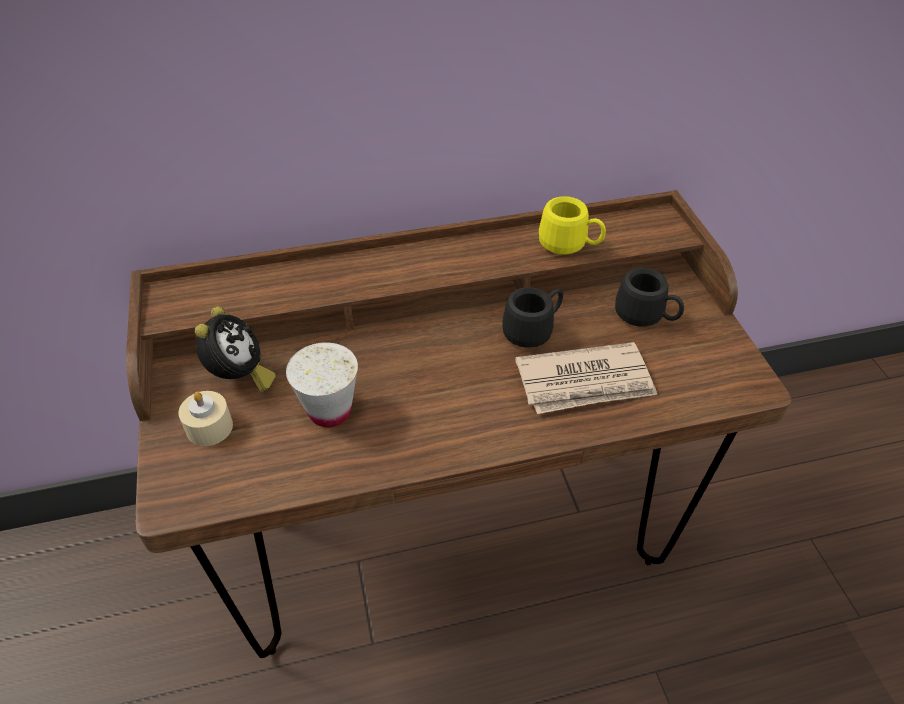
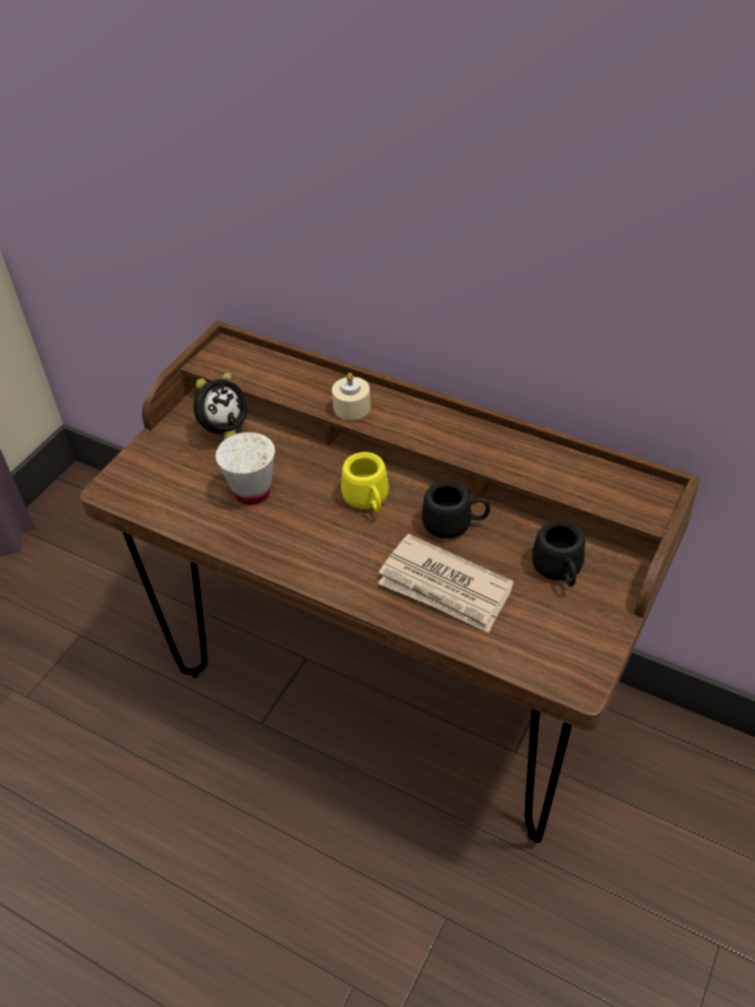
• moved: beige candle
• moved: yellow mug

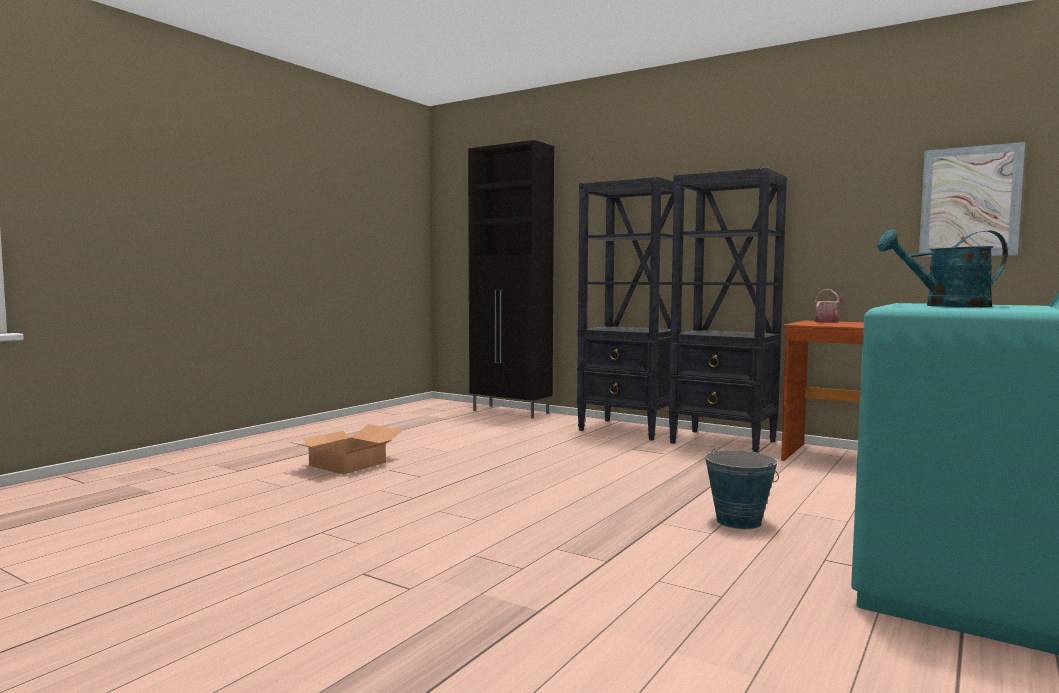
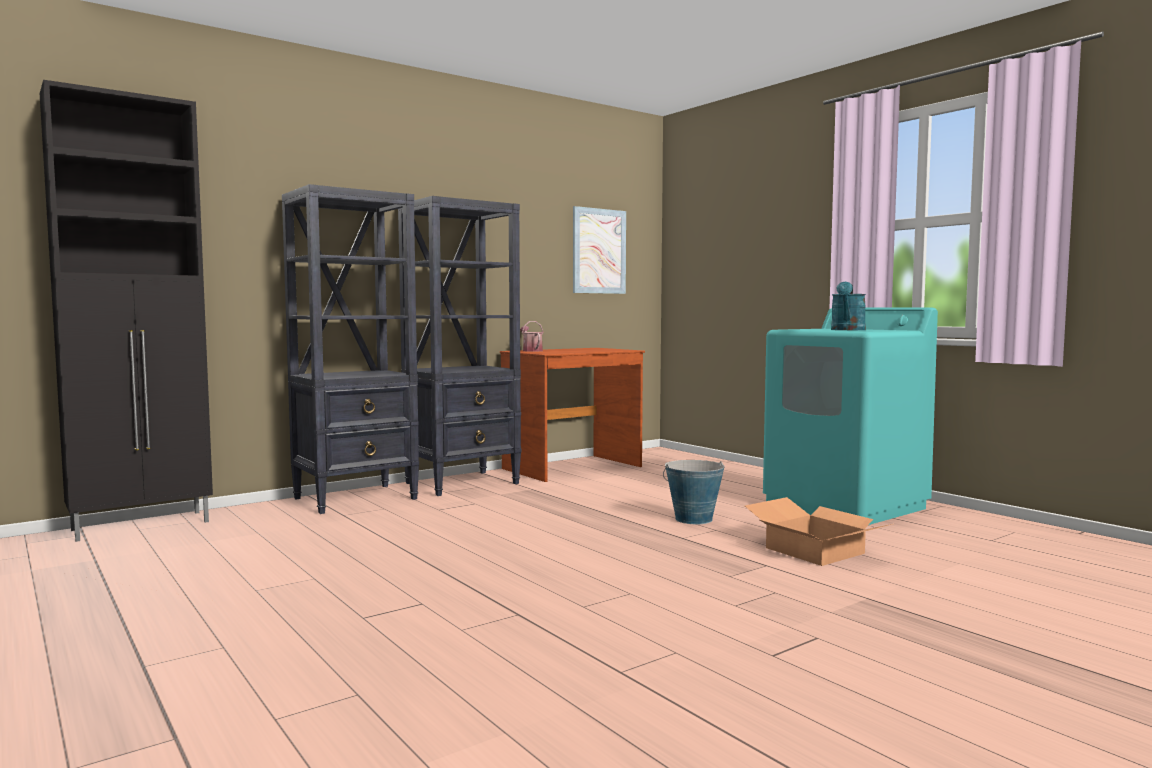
• moved: cardboard box

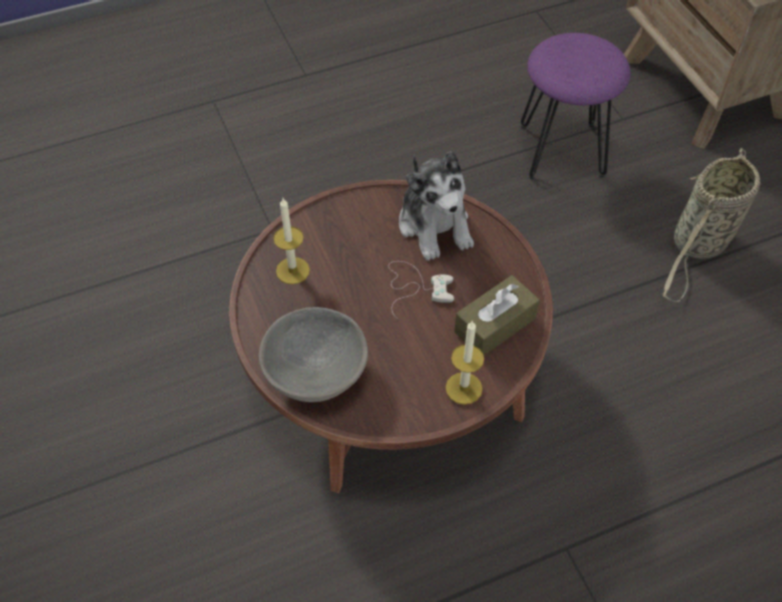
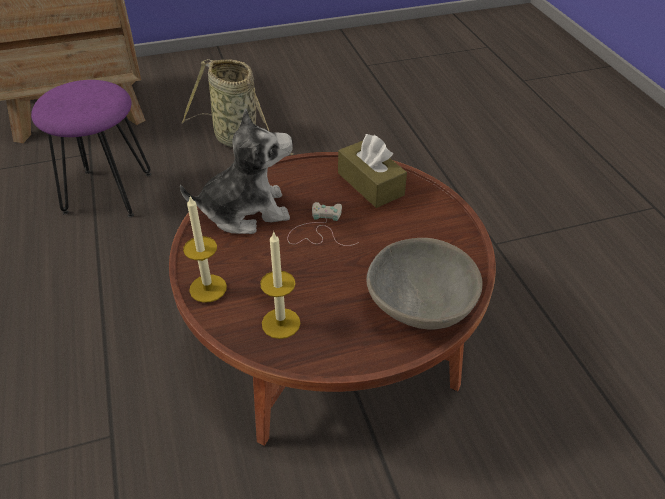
• moved: candle (2nd from left in the first image) to candle (1st from left)

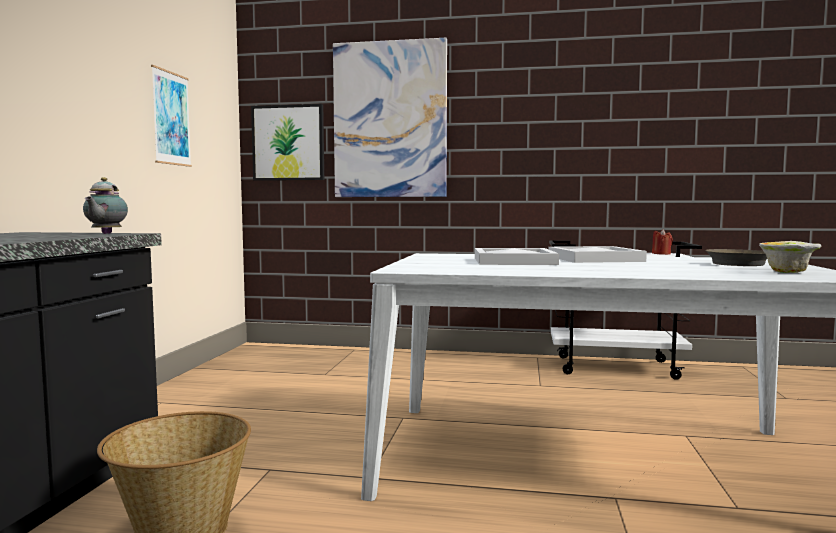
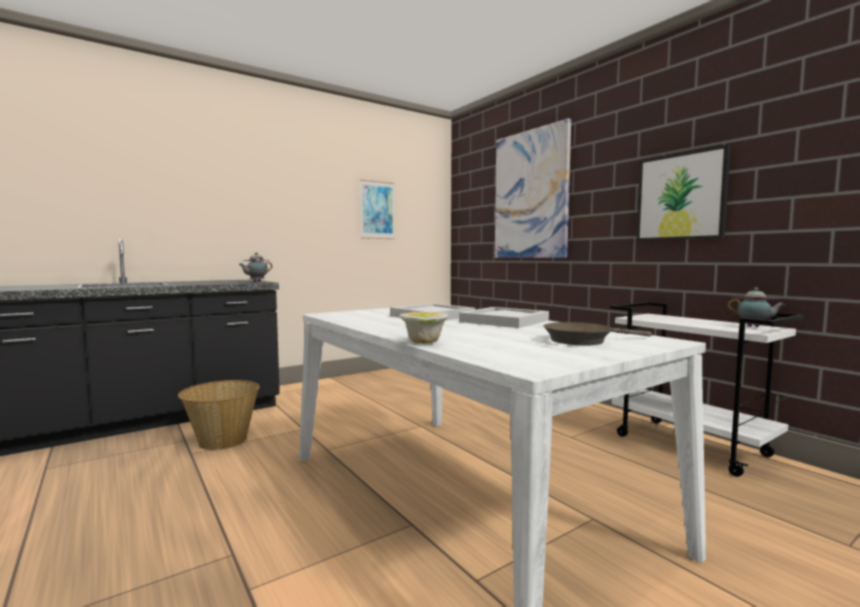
• moved: bowl
• moved: picture (2nd from left in the first image) to picture (3rd from left)
• replaced: red candle to teapot (2nd from left)

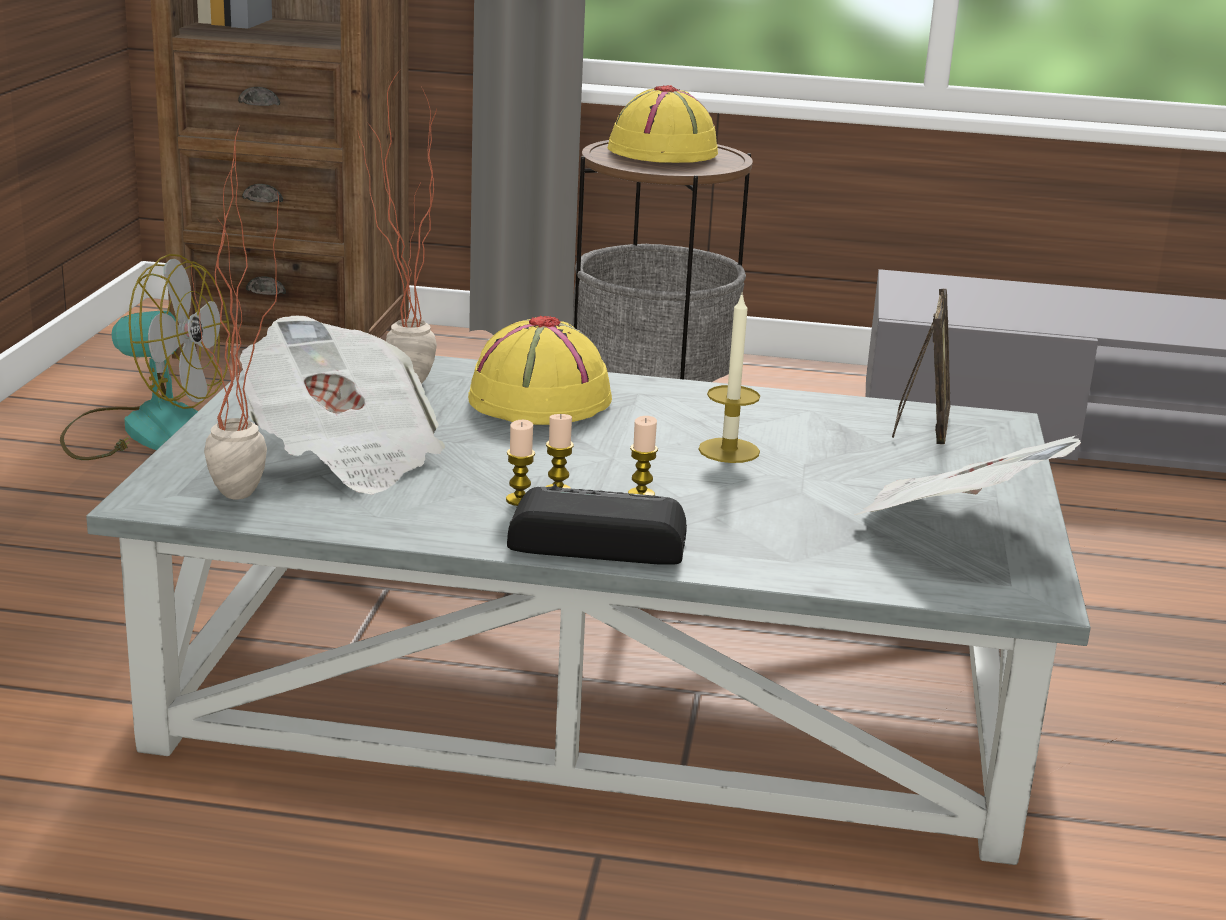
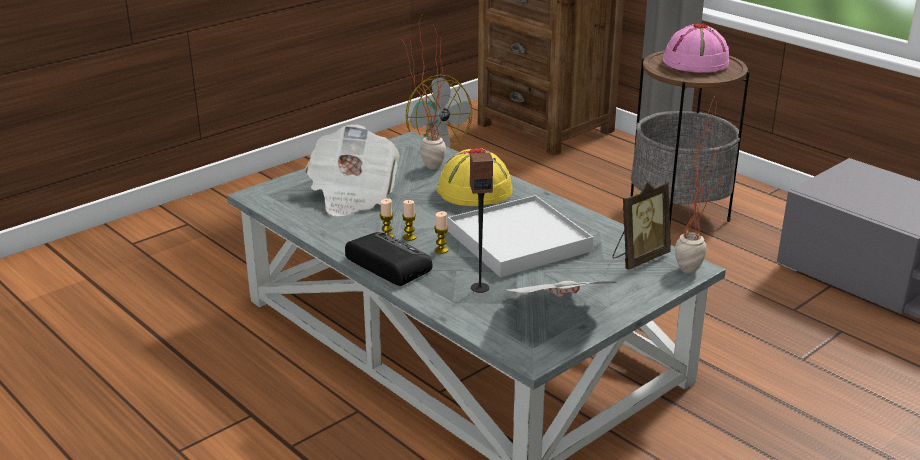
• replaced: candle (4th from left) to white tray
• added: speaker
• recoloured: yellow hat (2nd from left) to pink hat
• moved: potted plant (1st from left in the first image) to potted plant (2nd from left)

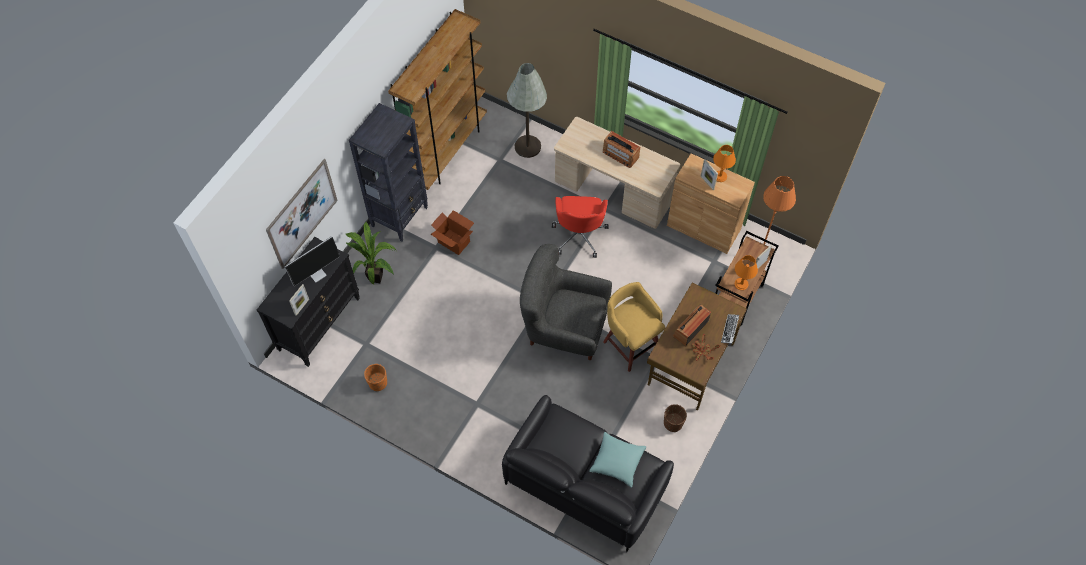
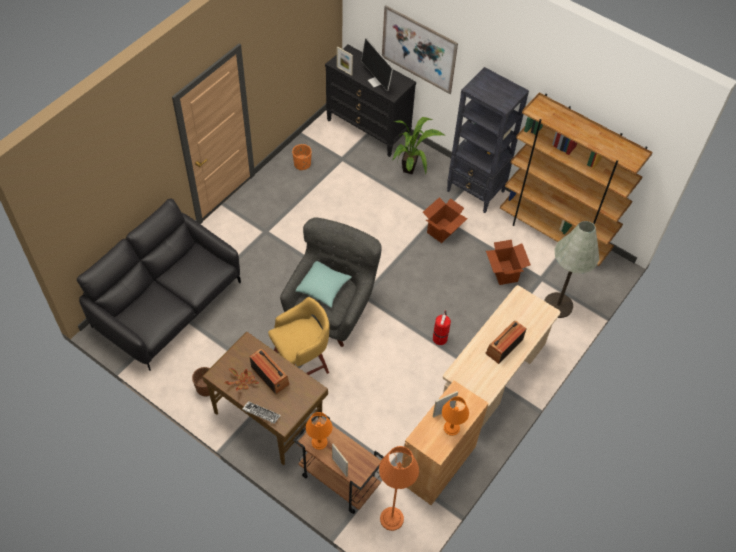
• moved: turquoise pillow
• replaced: red office chair to fire extinguisher
• added: cardboard box (2nd from left)

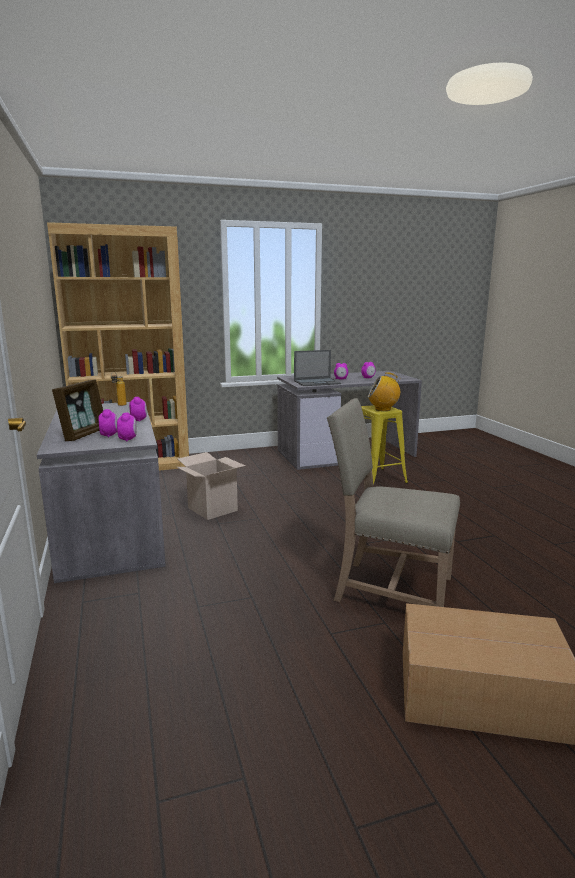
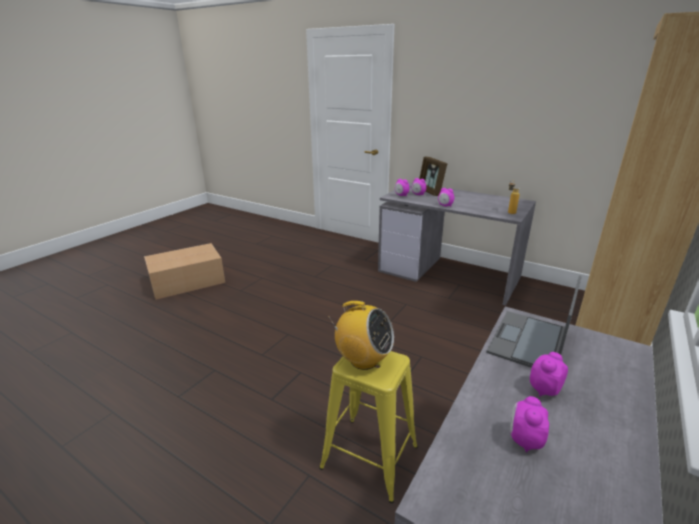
• turned: radio 60 degrees clockwise
• removed: cardboard box (1st from left)
• removed: beige chair

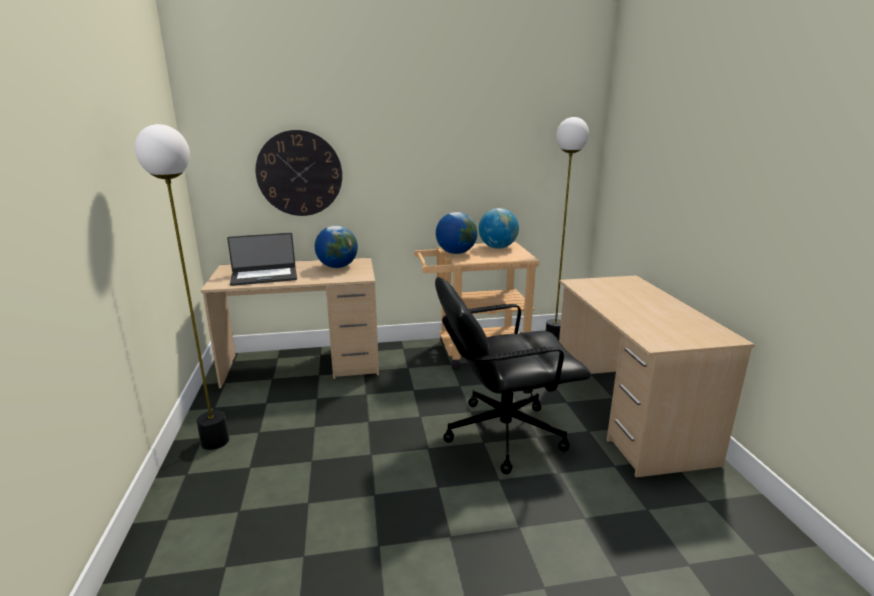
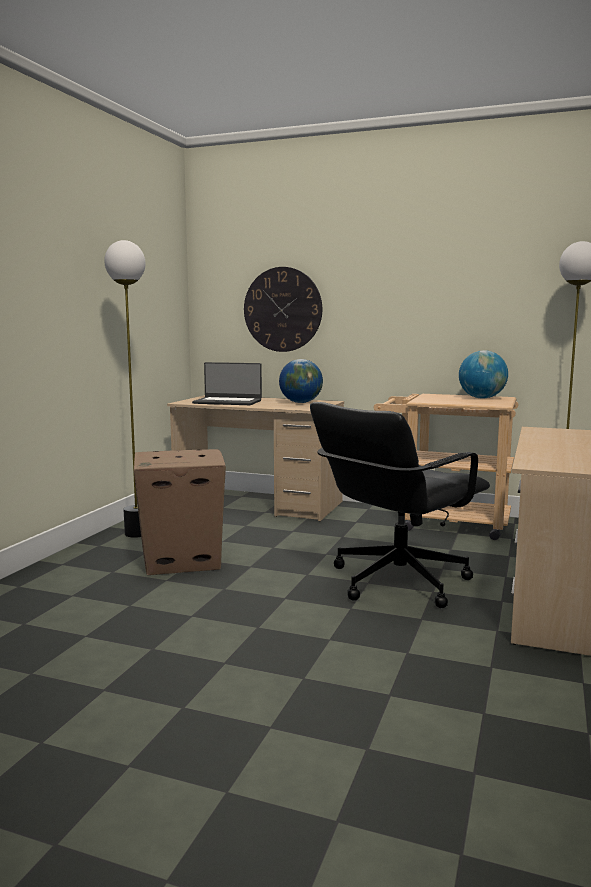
• added: cardboard box
• turned: black office chair 60 degrees counterclockwise
• removed: globe (2nd from left)

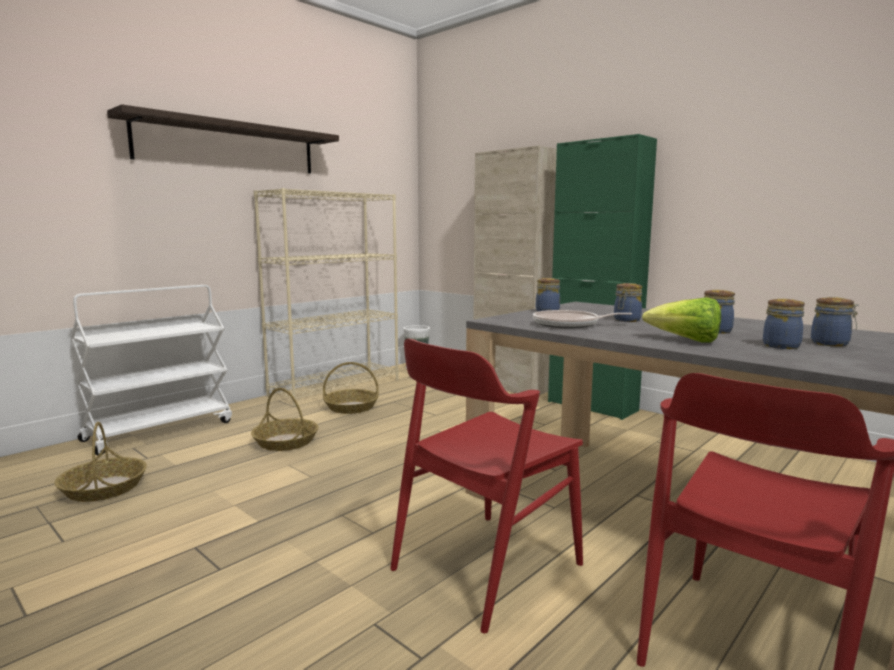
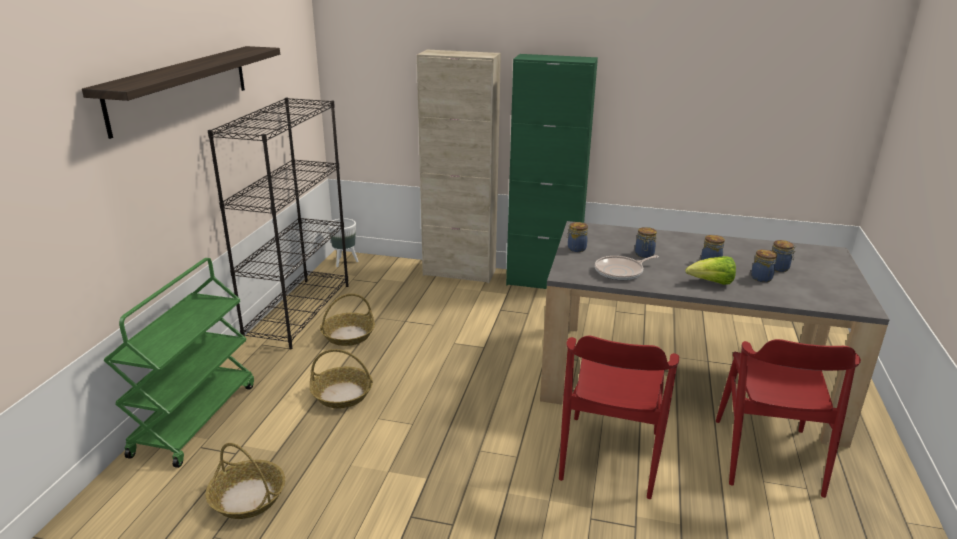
• recoloured: white cart to green cart
• recoloured: beige bookcase to black bookcase

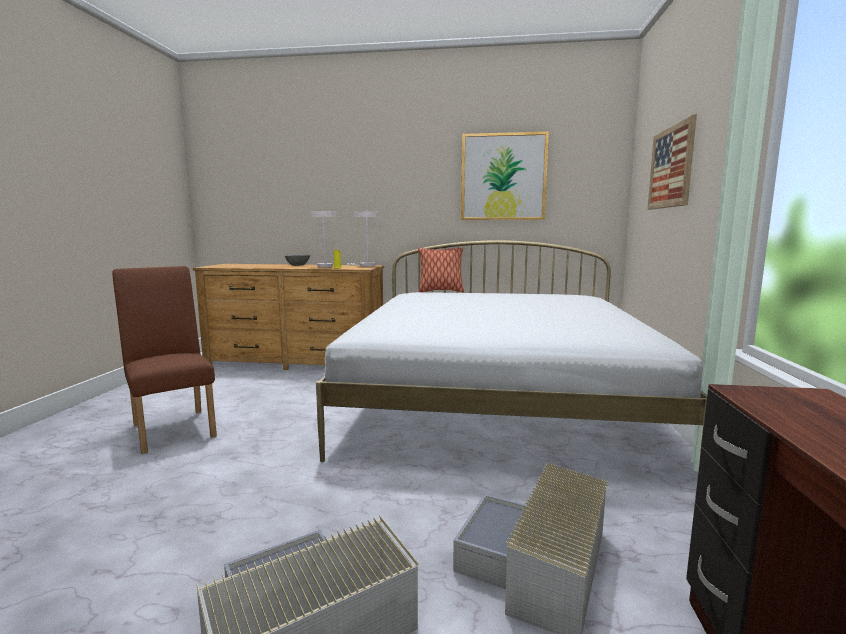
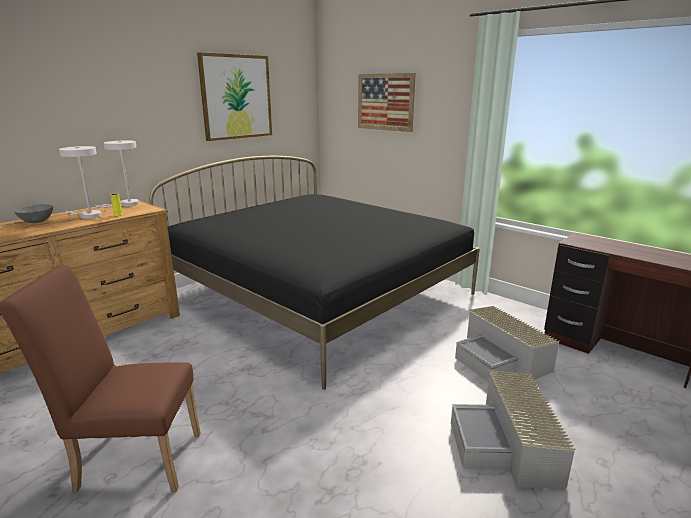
• recoloured: white bed to black bed
• removed: pillow

